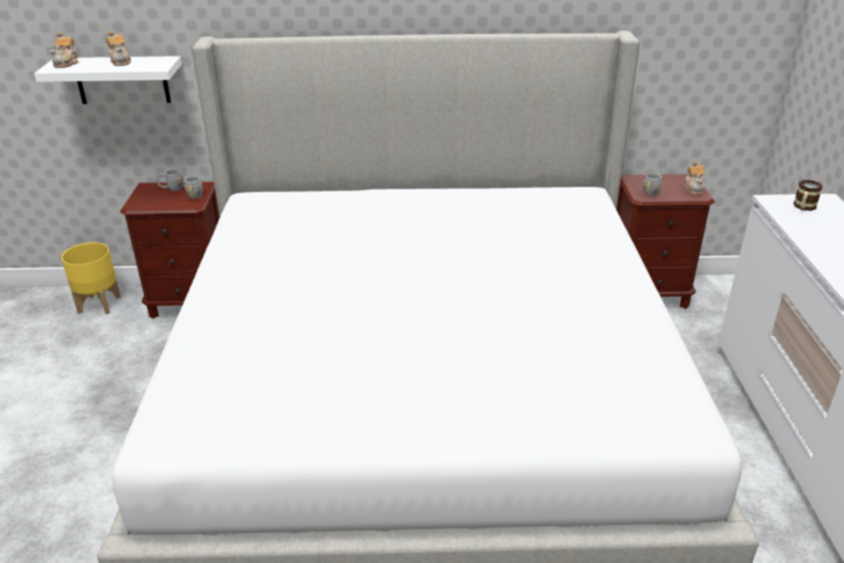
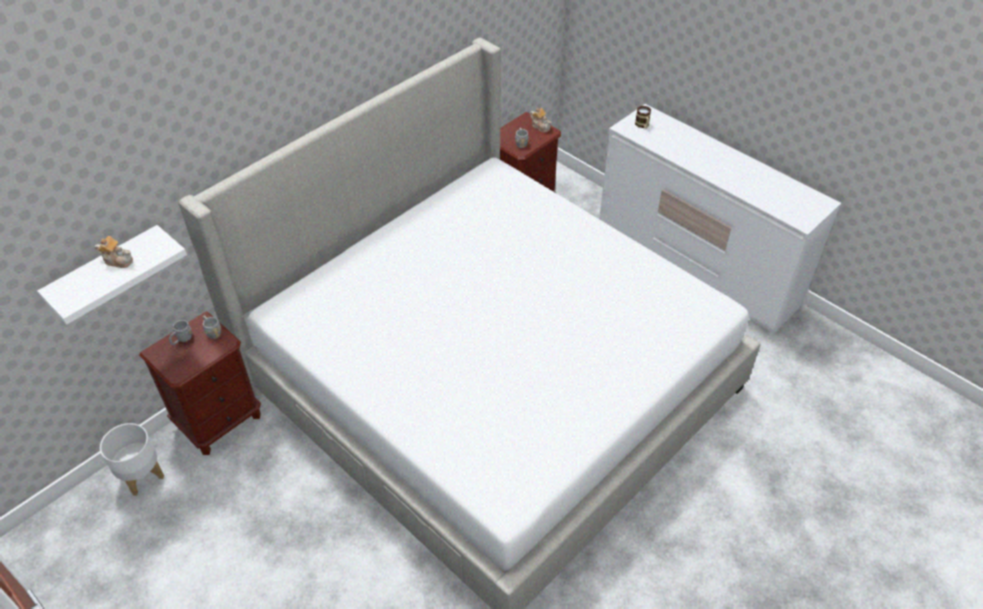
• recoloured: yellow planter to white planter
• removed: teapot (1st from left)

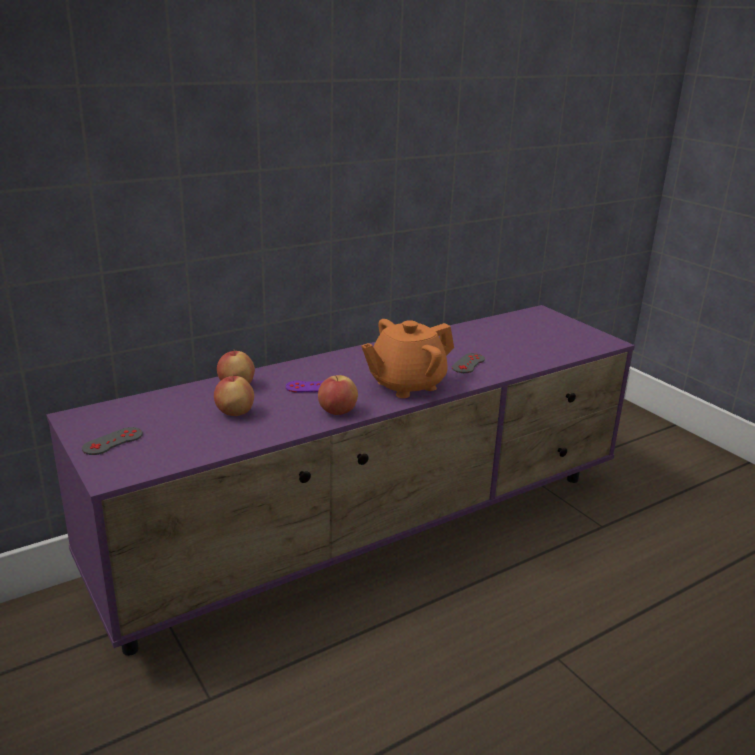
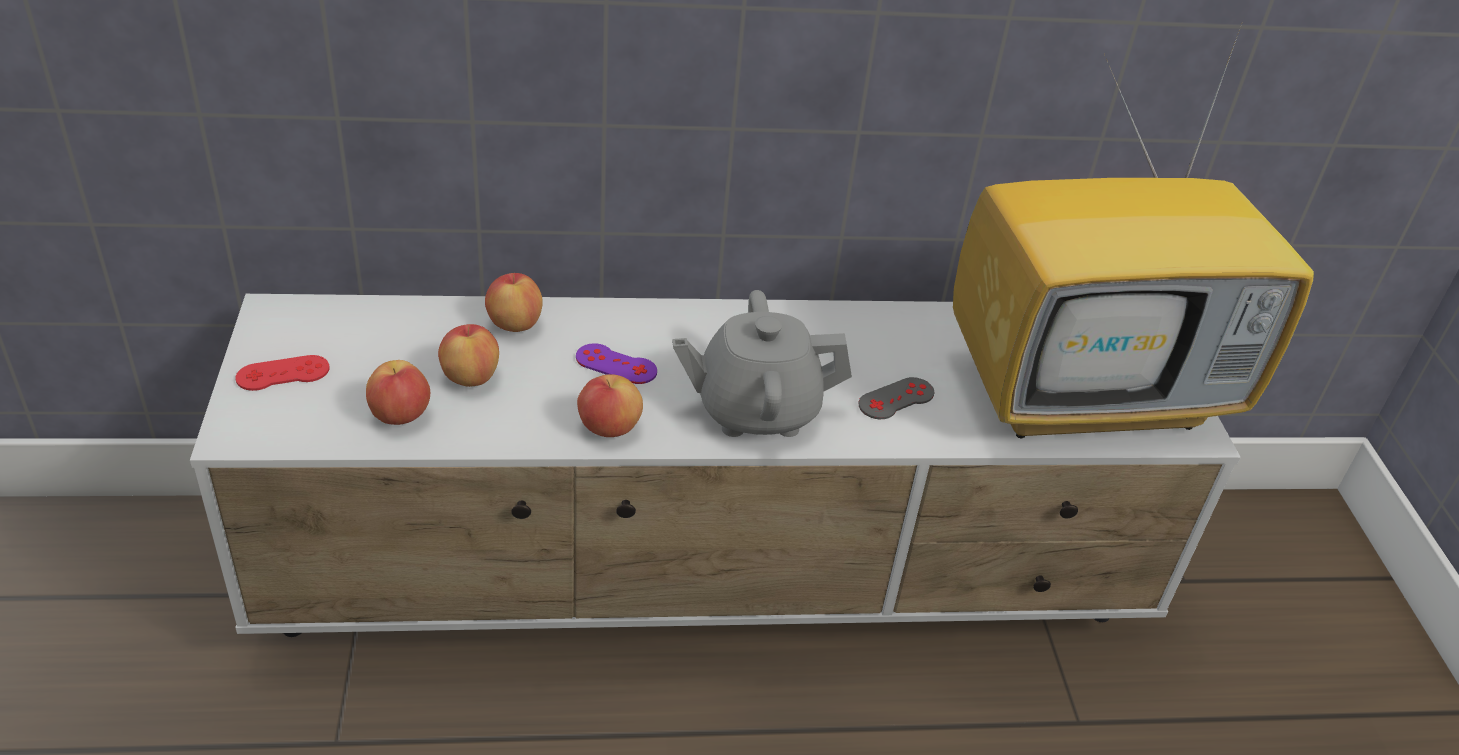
• recoloured: purple tv stand to white tv stand
• recoloured: grey game controller (1st from left) to red game controller
• added: apple (1st from left)
• recoloured: orange teapot to grey teapot
• added: television

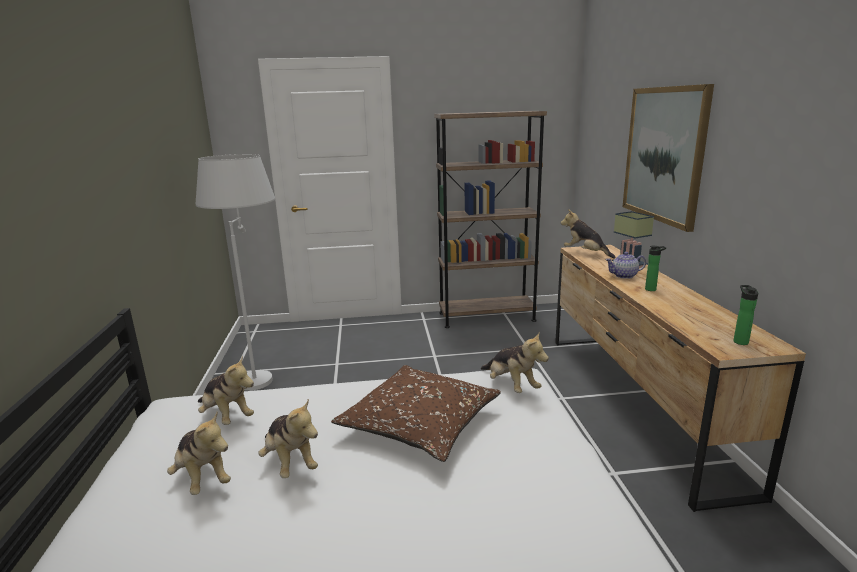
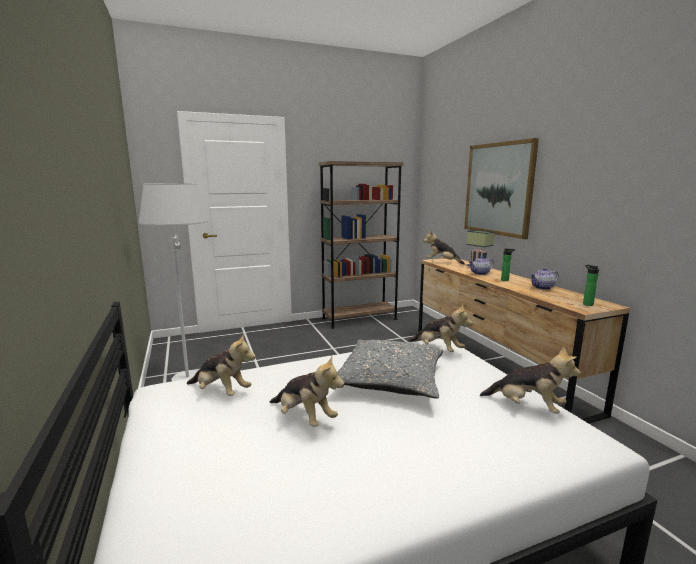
• recoloured: brown pillow to grey pillow
• moved: plush toy (1st from left in the first image) to plush toy (5th from left)
• added: teapot (2nd from left)

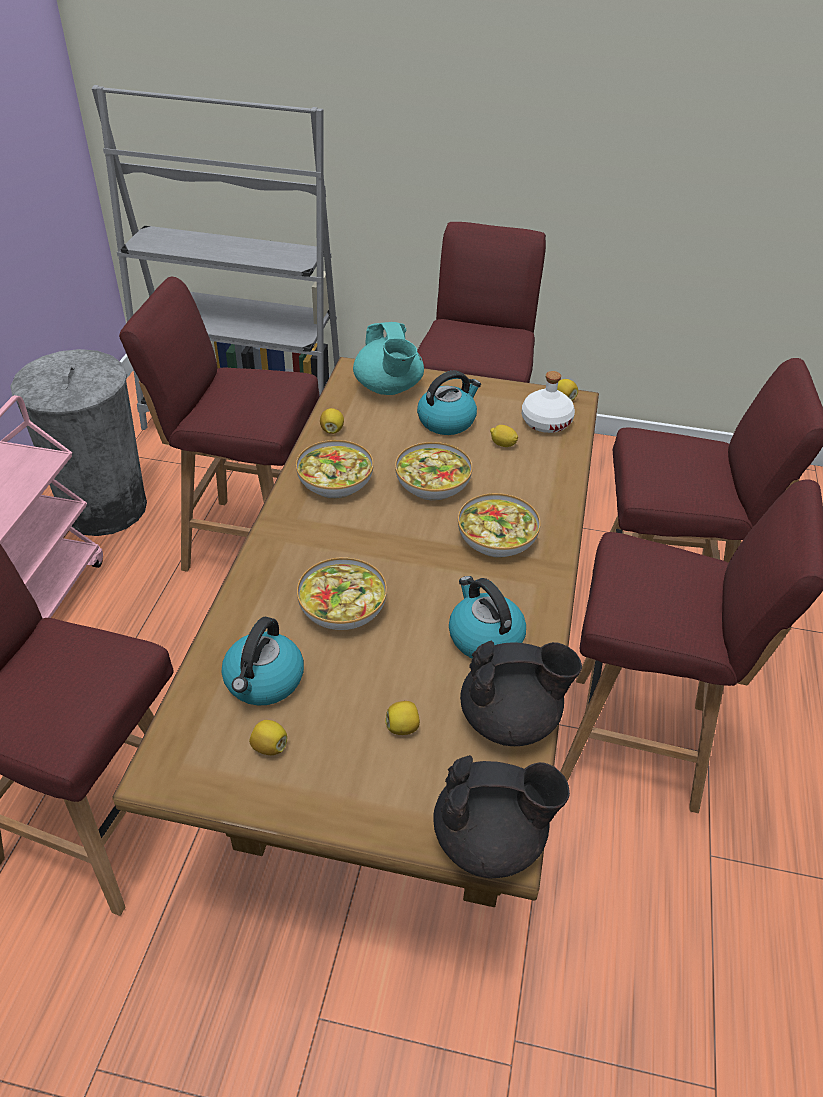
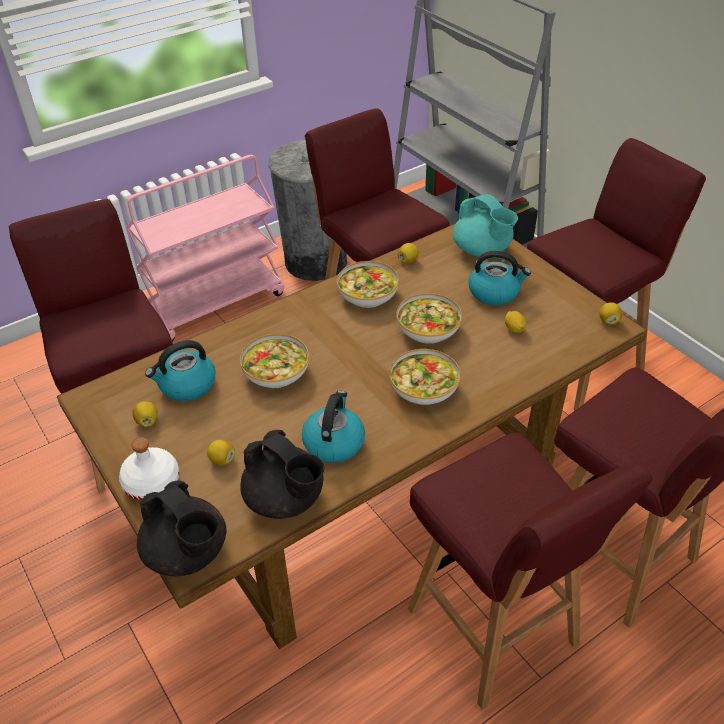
• moved: white bottle
• turned: turquoise teapot 60 degrees counterclockwise

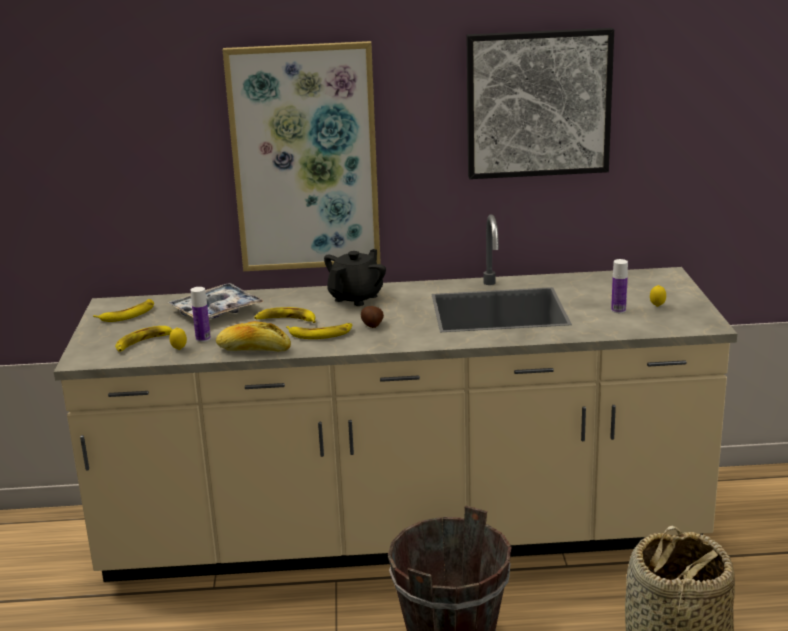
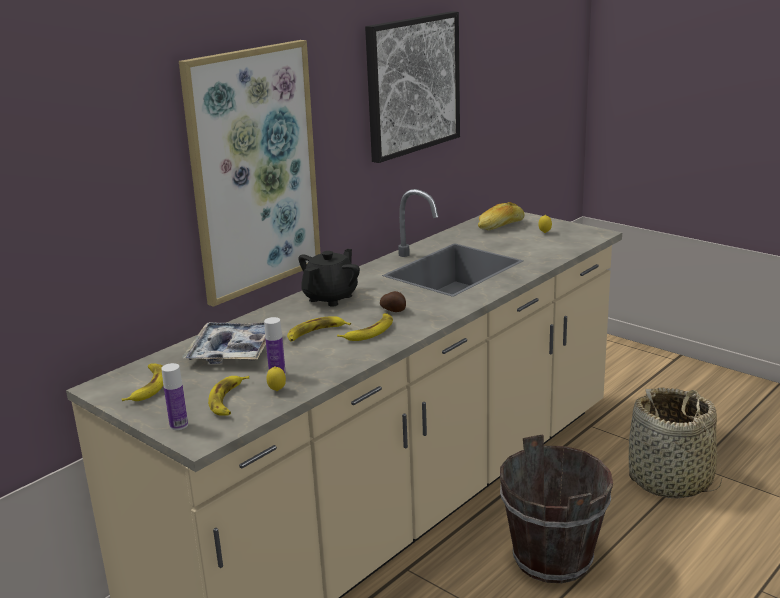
• moved: bottle (2nd from left in the first image) to bottle (1st from left)
• turned: black teapot 45 degrees clockwise
• moved: bread

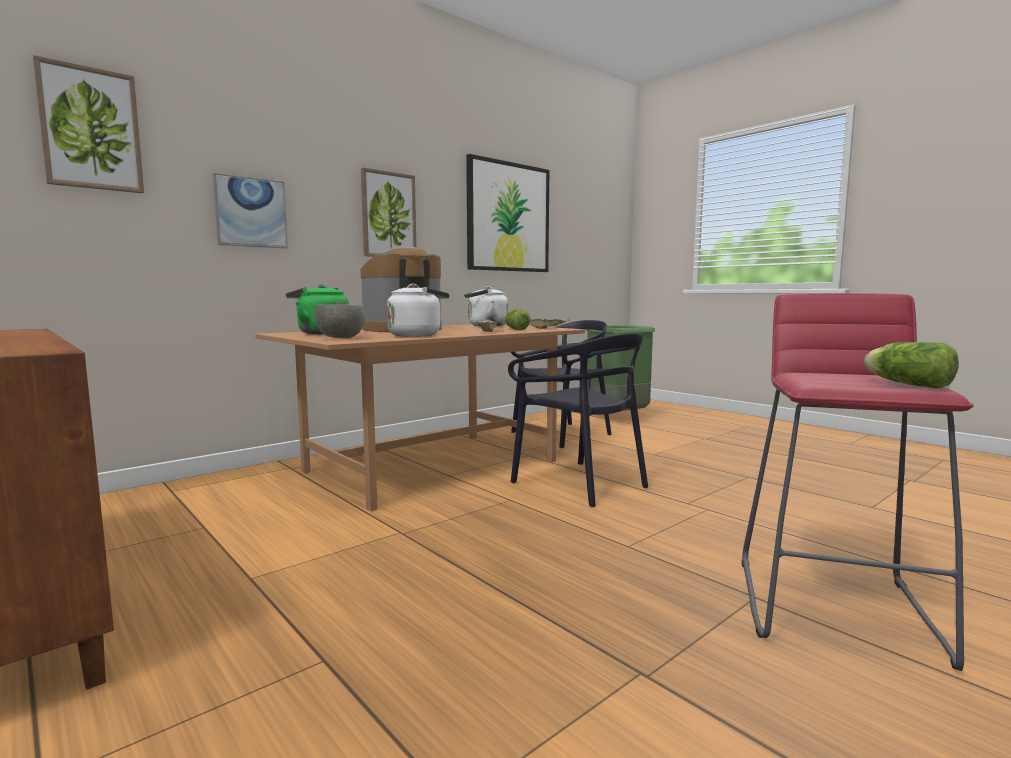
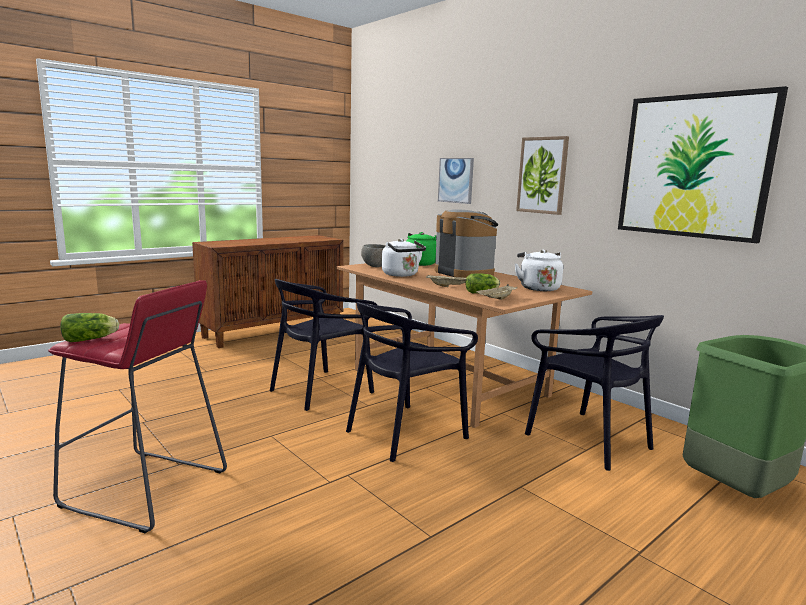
• added: black chair (1st from left)
• removed: picture (1st from left)

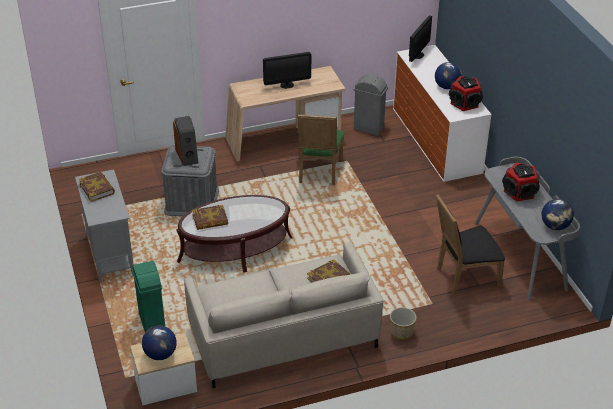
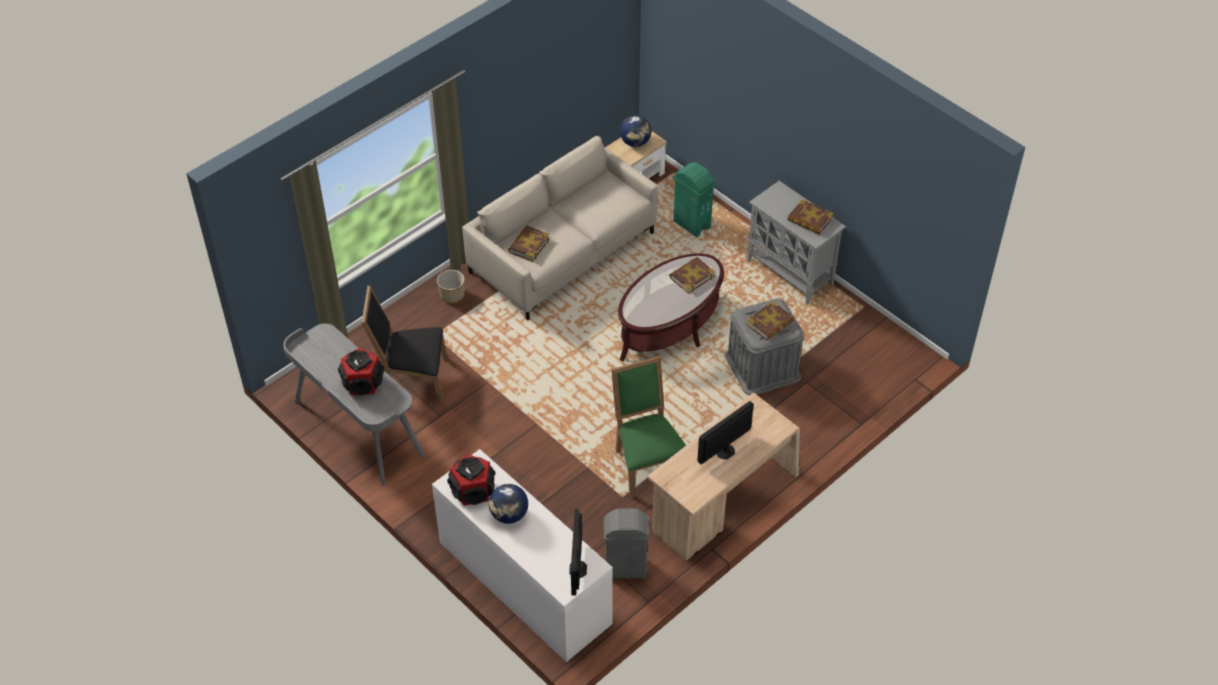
• turned: black chair 135 degrees counterclockwise
• replaced: speaker (1st from left) to book (3rd from left)
• removed: globe (3rd from left)

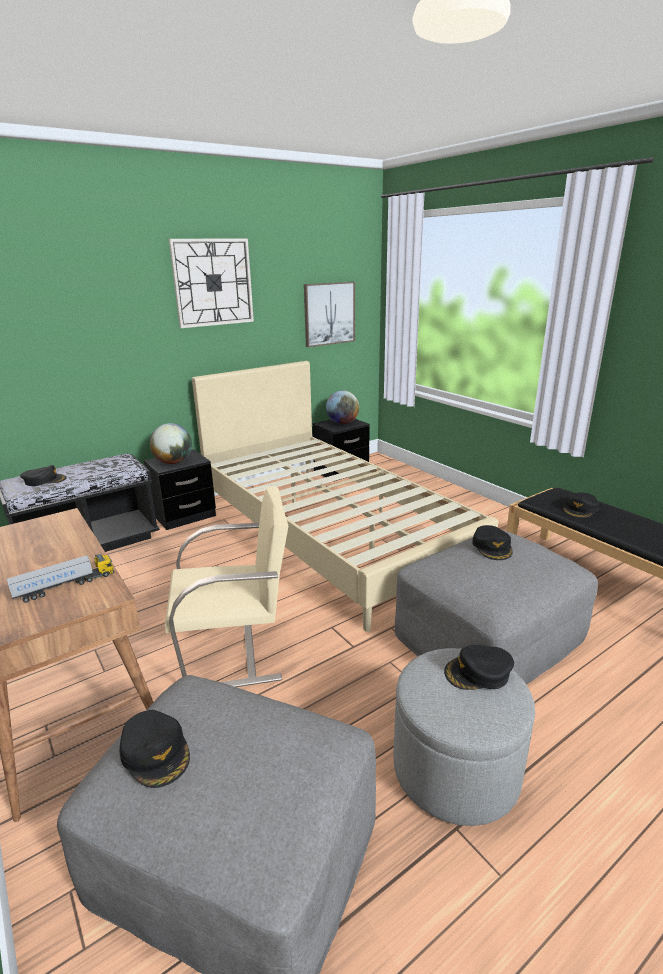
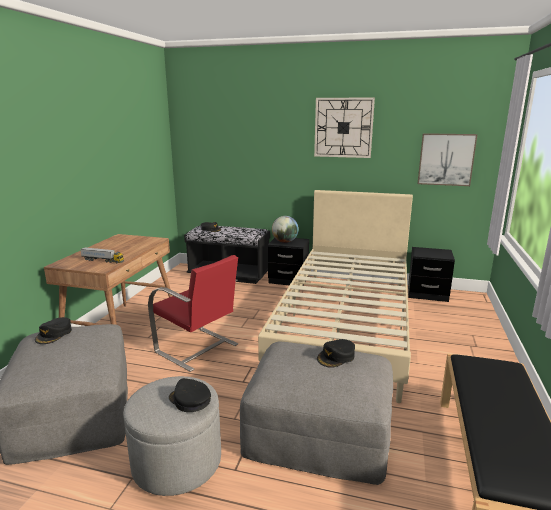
• recoloured: beige chair to red chair
• removed: globe (2nd from left)
• removed: black cap (5th from left)

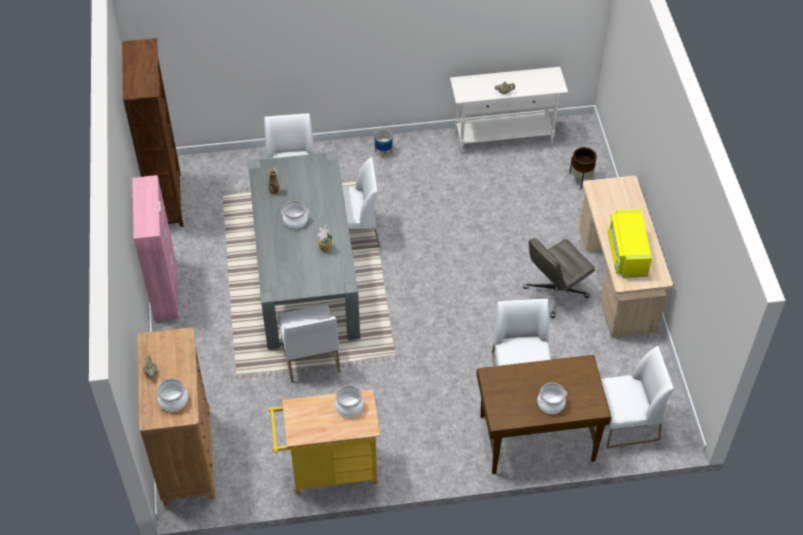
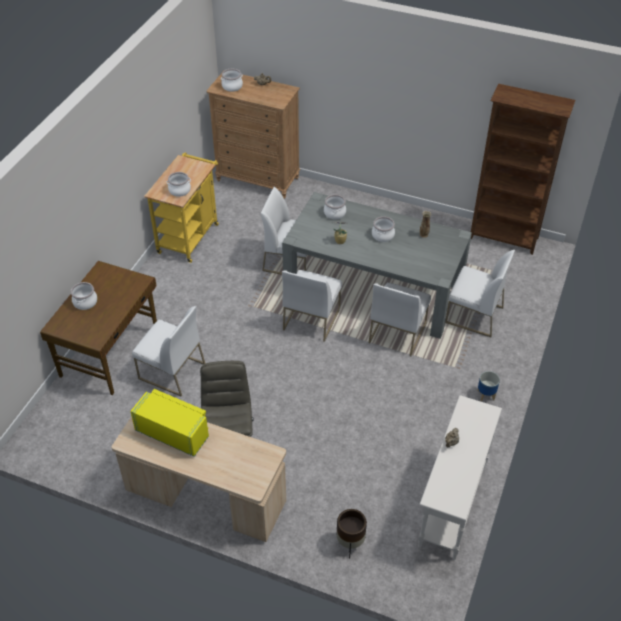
• moved: white chair (5th from left in the first image) to white chair (3rd from left)
• added: cooking pot (4th from left)
• removed: pink cabinet

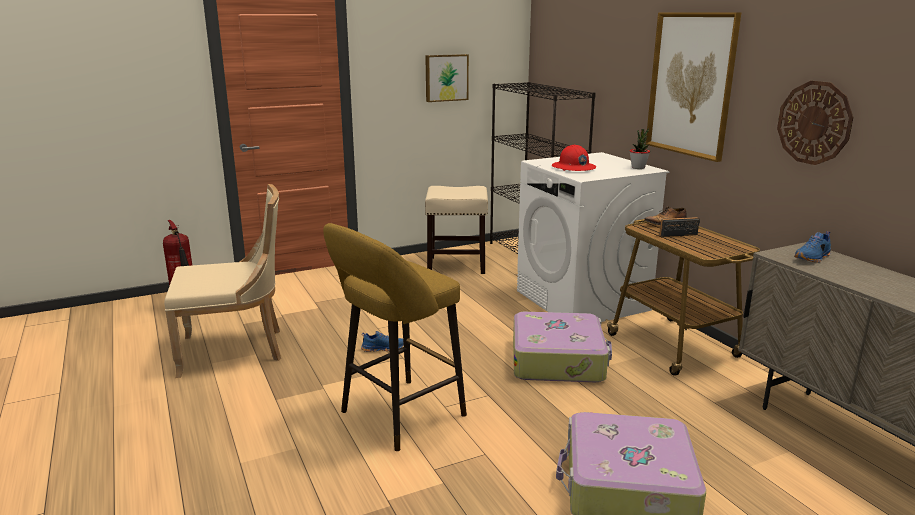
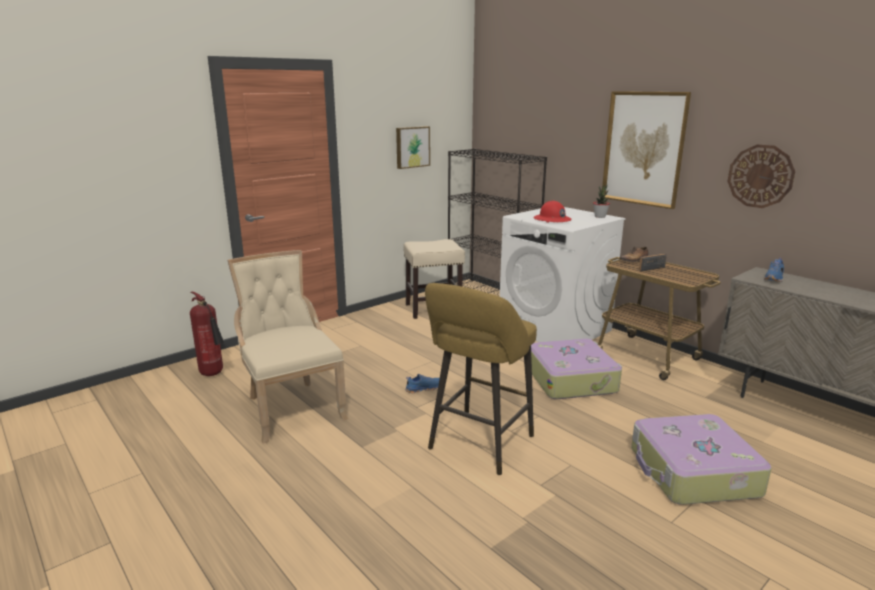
• turned: beige chair 90 degrees counterclockwise

